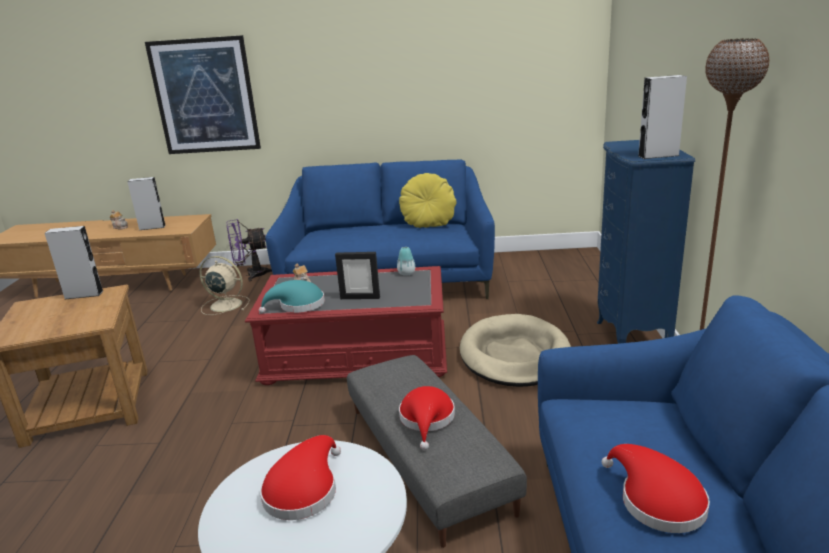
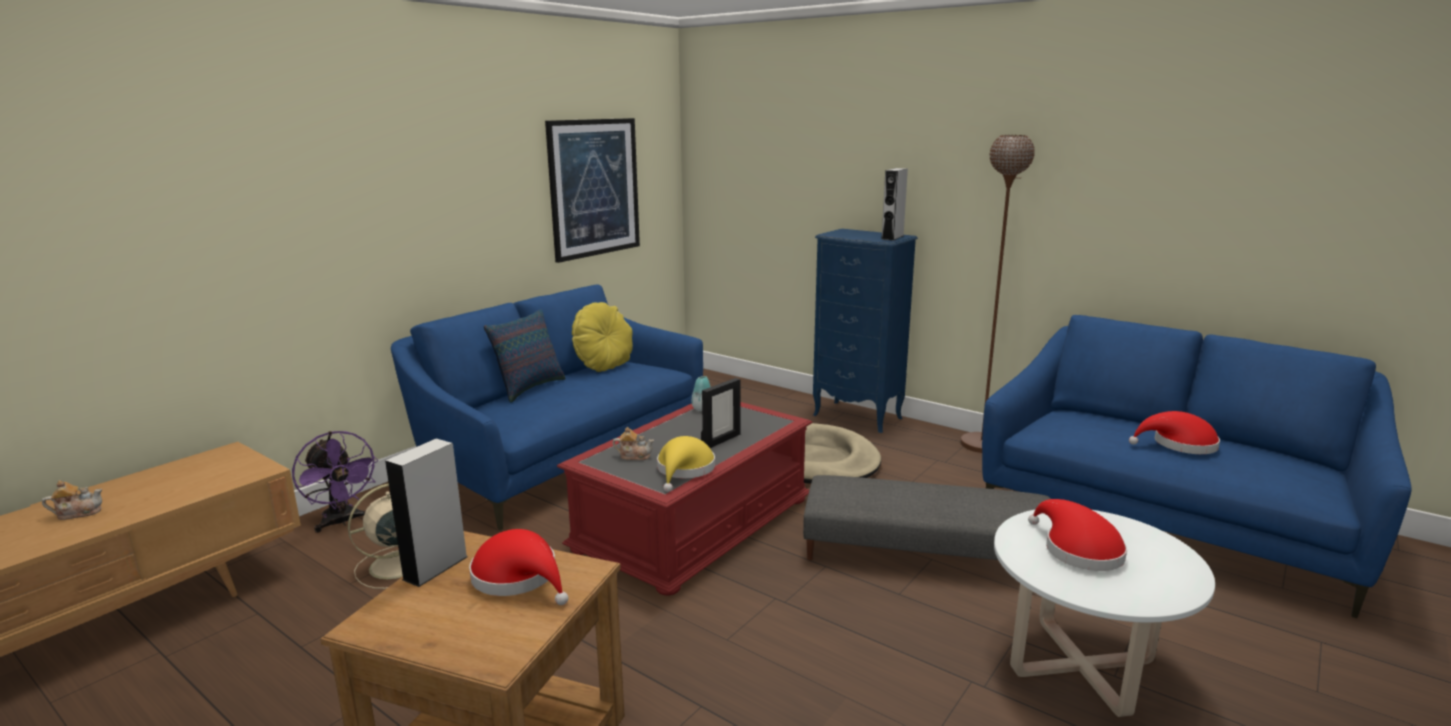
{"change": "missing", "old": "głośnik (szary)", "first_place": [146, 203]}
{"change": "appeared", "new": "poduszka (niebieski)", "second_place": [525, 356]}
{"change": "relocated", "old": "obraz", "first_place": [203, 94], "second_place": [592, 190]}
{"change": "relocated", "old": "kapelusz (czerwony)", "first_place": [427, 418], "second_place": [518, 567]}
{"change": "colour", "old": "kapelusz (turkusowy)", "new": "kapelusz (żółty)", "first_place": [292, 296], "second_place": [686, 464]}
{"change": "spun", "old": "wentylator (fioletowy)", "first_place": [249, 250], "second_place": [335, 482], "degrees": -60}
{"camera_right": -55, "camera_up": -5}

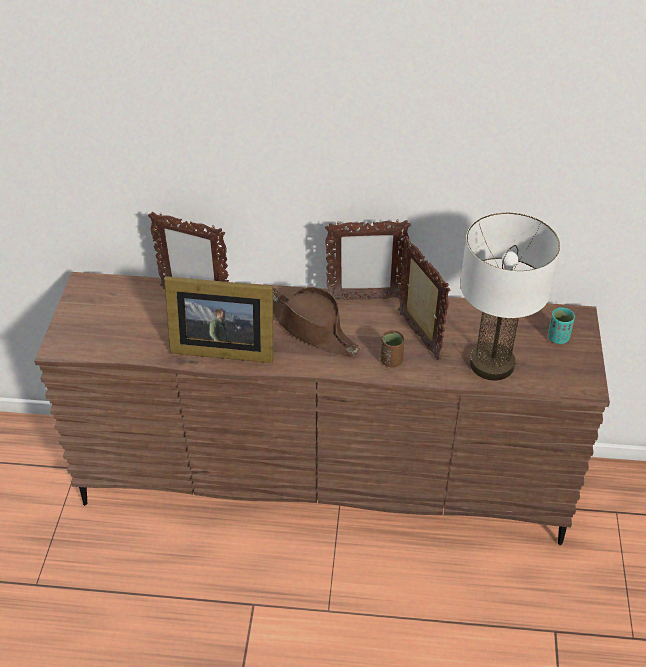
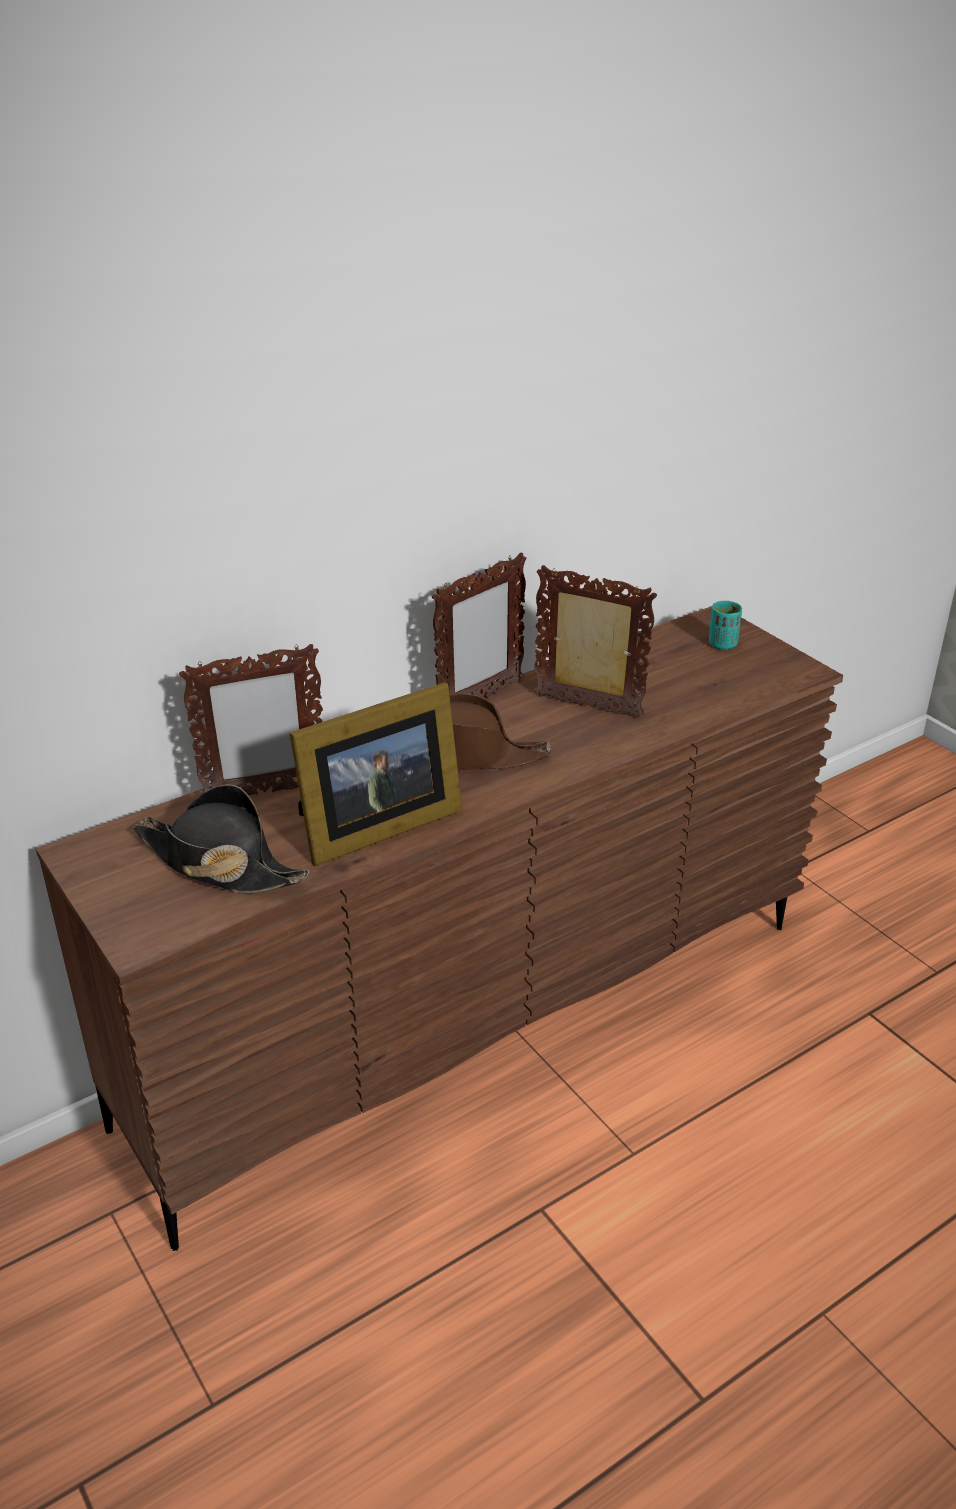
{"change": "missing", "old": "filiżanka (brązowy)", "first_place": [393, 348]}
{"change": "missing", "old": "lampa stołowa", "first_place": [510, 296]}
{"change": "appeared", "new": "kapelusz (czarny)", "second_place": [221, 838]}
{"camera_right": -40, "camera_up": -10}

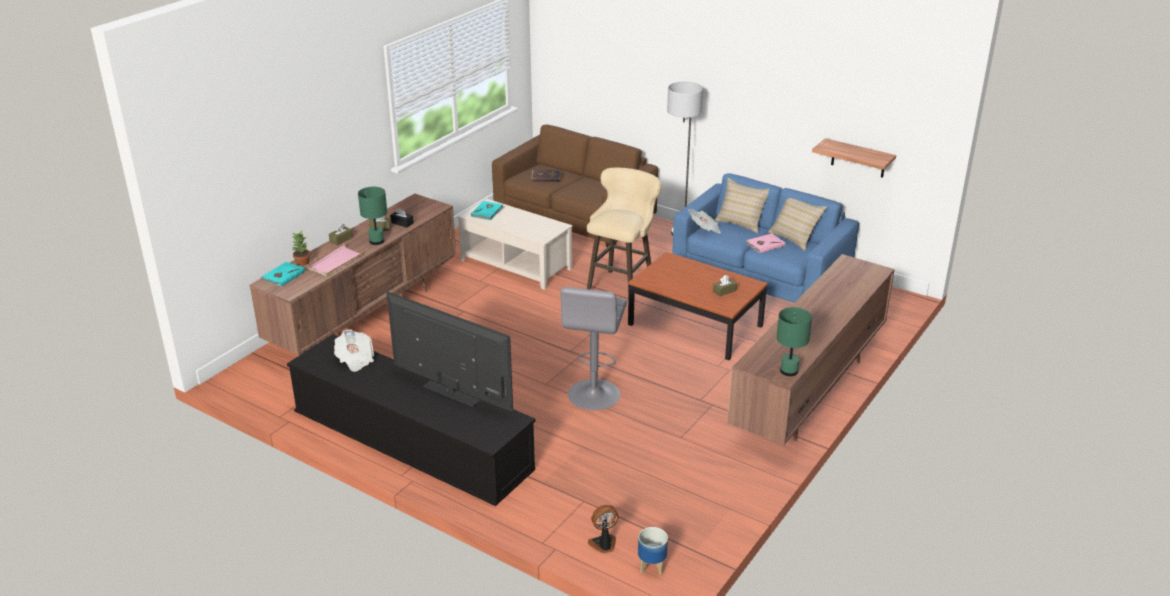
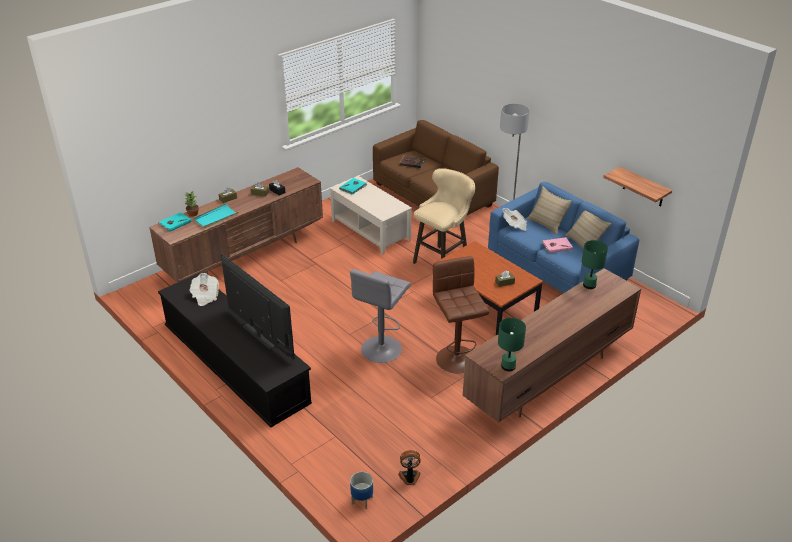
{"change": "appeared", "new": "stołek (brązowy)", "second_place": [461, 314]}
{"change": "relocated", "old": "lampa stołowa (zielony)", "first_place": [372, 216], "second_place": [595, 264]}
{"change": "relocated", "old": "wentylator", "first_place": [603, 529], "second_place": [409, 467]}
{"change": "colour", "old": "taca (różowy)", "new": "taca (turkusowy)", "first_place": [336, 260], "second_place": [216, 216]}
{"camera_right": 15, "camera_up": 5}

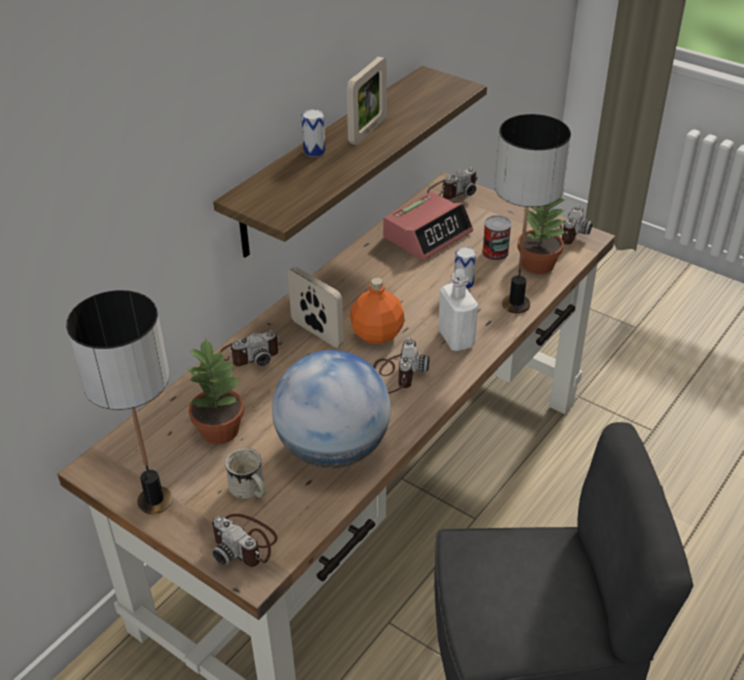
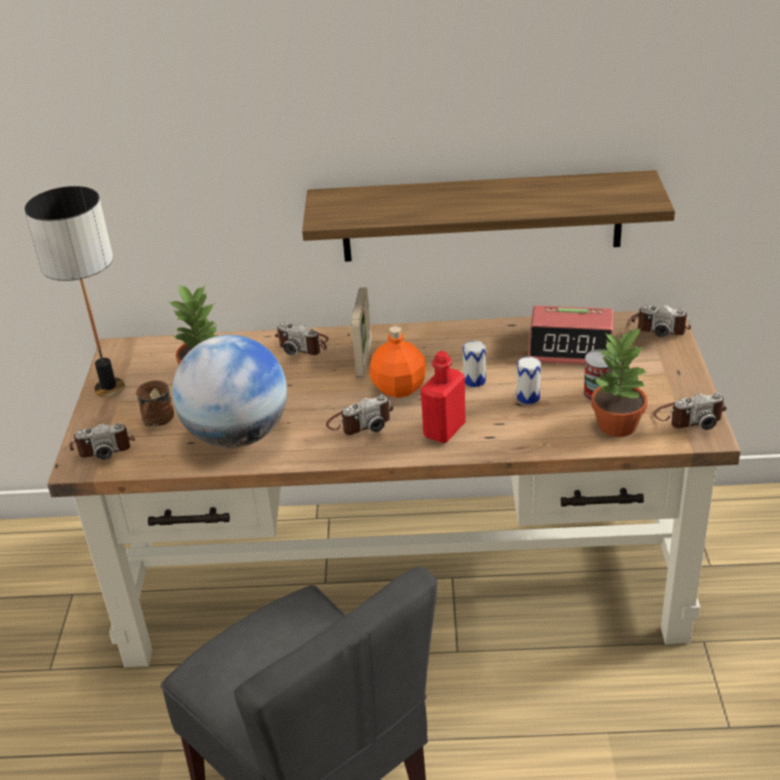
{"change": "missing", "old": "ramka na zdjęcie", "first_place": [367, 101]}
{"change": "missing", "old": "lampa stołowa", "first_place": [533, 213]}
{"change": "relocated", "old": "puszka", "first_place": [313, 133], "second_place": [474, 363]}
{"change": "colour", "old": "kubek (biały)", "new": "kubek (brązowy)", "first_place": [245, 473], "second_place": [155, 404]}
{"change": "colour", "old": "butelka (biały)", "new": "butelka (czerwony)", "first_place": [458, 310], "second_place": [443, 397]}
{"change": "spun", "old": "aparat fotograficzny", "first_place": [245, 540], "second_place": [102, 441], "degrees": -105}
{"camera_right": 55, "camera_up": -5}

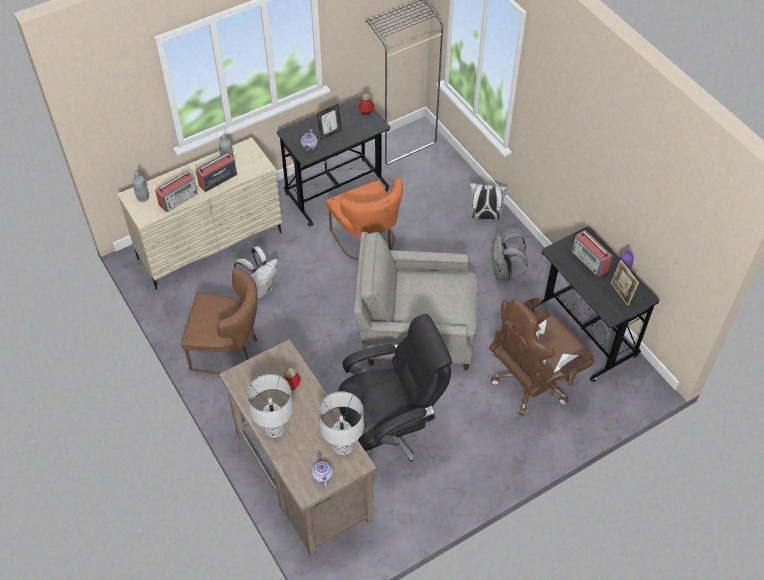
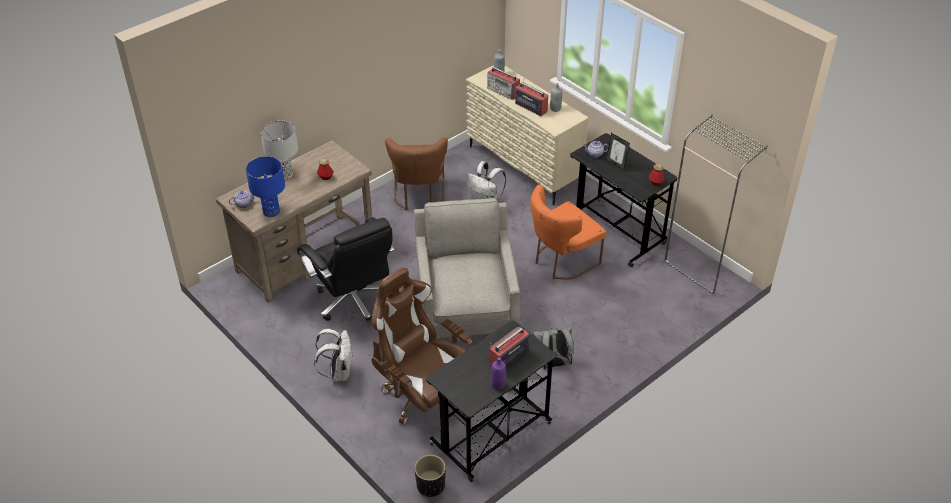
{"change": "missing", "old": "ramka na zdjęcie", "first_place": [625, 283]}
{"change": "appeared", "new": "donica (czarny)", "second_place": [430, 476]}
{"change": "relocated", "old": "plecak (biały)", "first_place": [489, 201], "second_place": [333, 355]}
{"change": "colour", "old": "lampa stołowa (biały)", "new": "lampa stołowa (niebieski)", "first_place": [341, 423], "second_place": [265, 186]}
{"camera_right": 80, "camera_up": -10}

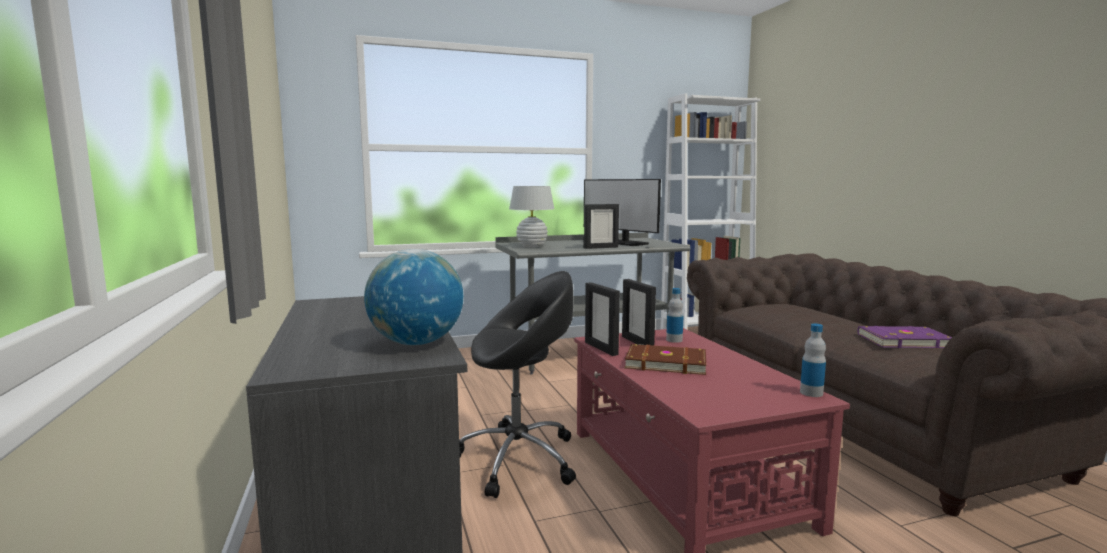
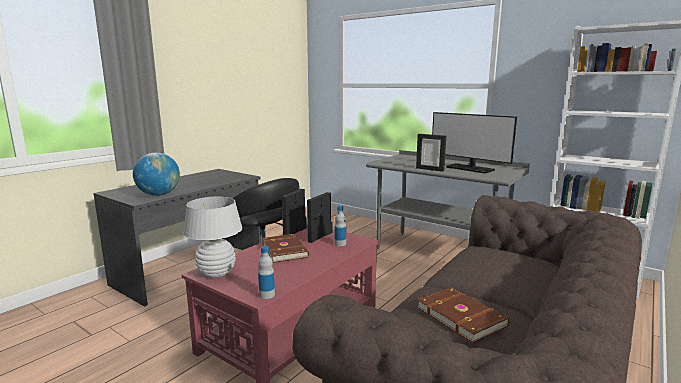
{"change": "relocated", "old": "lampa stołowa (biały)", "first_place": [531, 216], "second_place": [213, 237]}
{"change": "colour", "old": "książka (fioletowy)", "new": "książka (brązowy)", "first_place": [905, 337], "second_place": [463, 315]}
{"change": "spun", "old": "monitor", "first_place": [622, 212], "second_place": [474, 143], "degrees": -60}
{"camera_right": 55, "camera_up": 5}

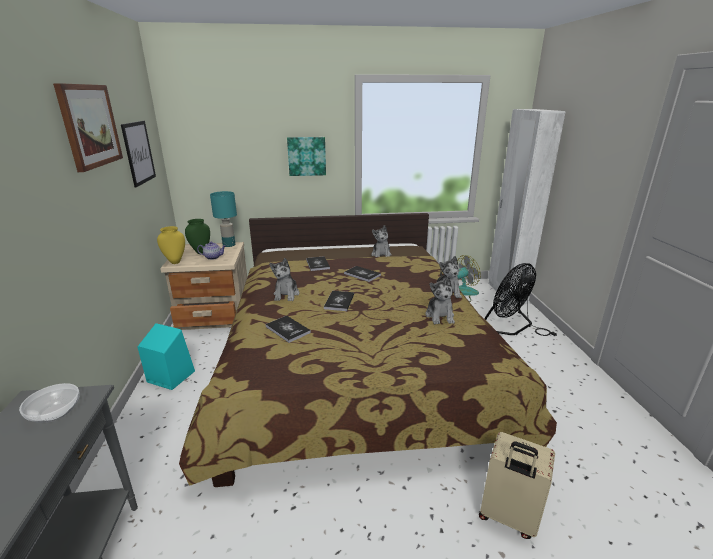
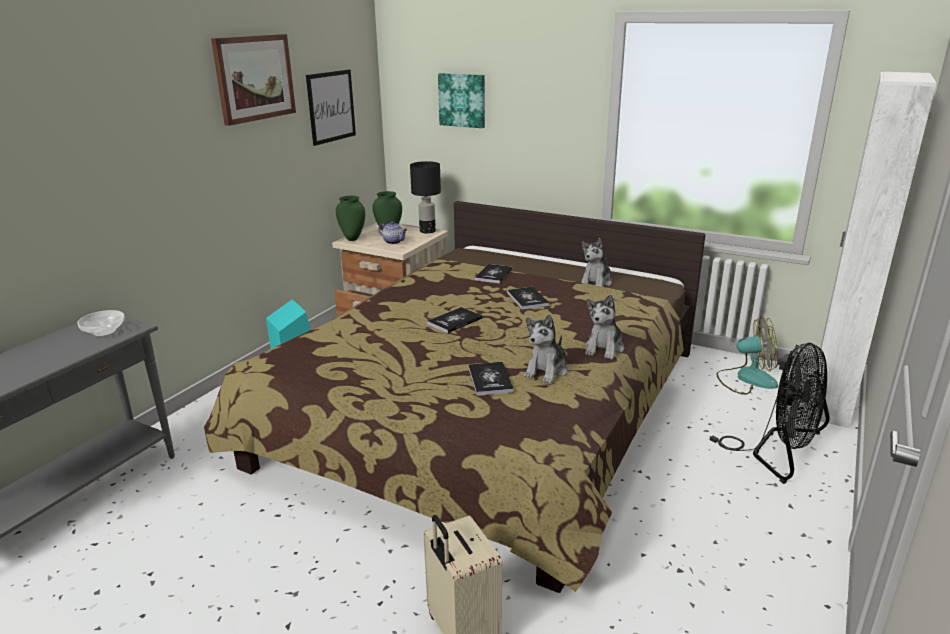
{"change": "missing", "old": "pluszak", "first_place": [284, 279]}
{"change": "relocated", "old": "książka", "first_place": [288, 329], "second_place": [491, 379]}
{"change": "relocated", "old": "obraz", "first_place": [306, 156], "second_place": [461, 100]}
{"change": "colour", "old": "wazon (żółty)", "new": "wazon (zielony)", "first_place": [171, 245], "second_place": [350, 218]}
{"change": "colour", "old": "lampa stołowa (turkusowy)", "new": "lampa stołowa (czarny)", "first_place": [223, 219], "second_place": [425, 197]}
{"change": "spun", "old": "wentylator (czarny)", "first_place": [520, 299], "second_place": [769, 413], "degrees": 135}
{"camera_right": 35, "camera_up": 0}

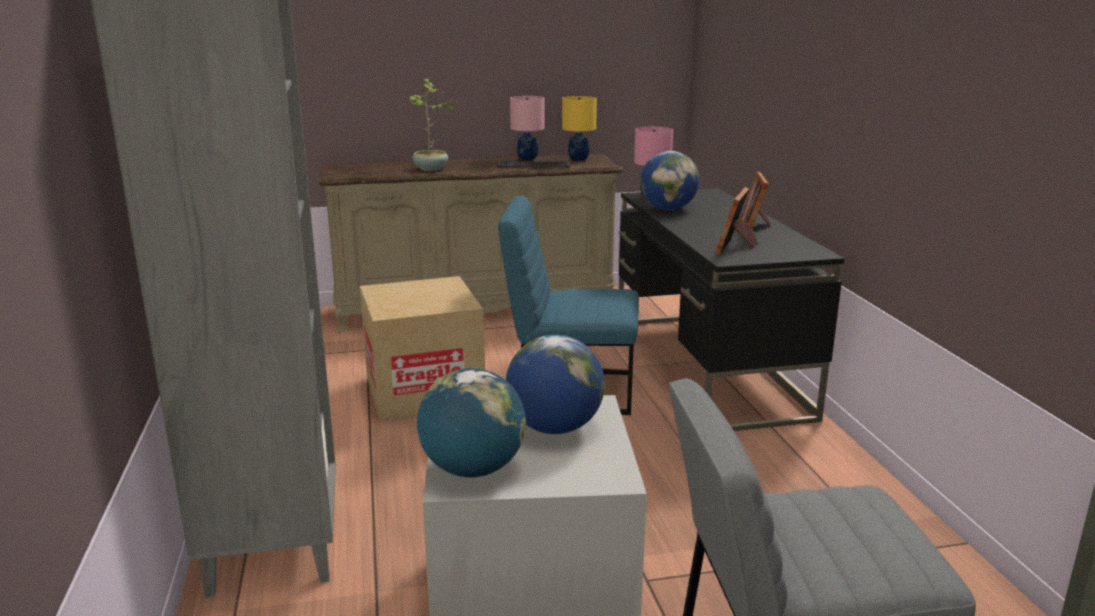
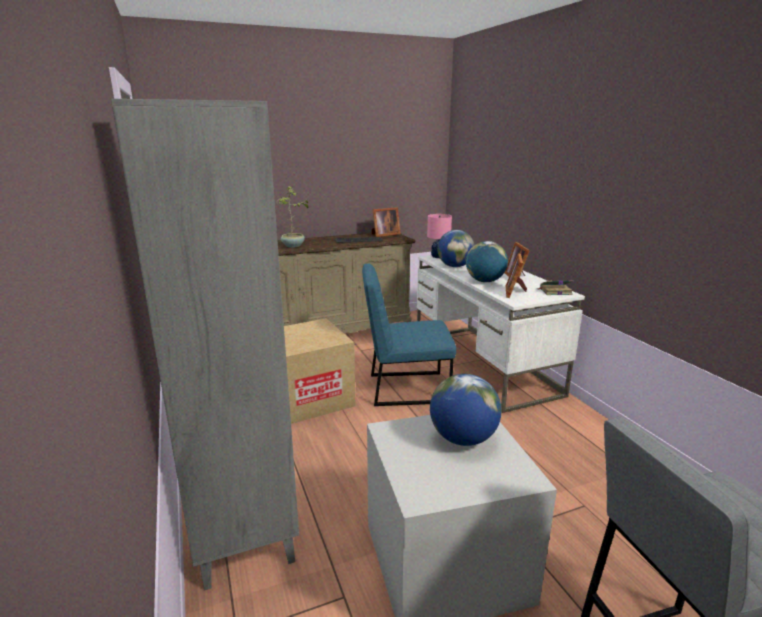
{"change": "missing", "old": "lampa stołowa (różowy)", "first_place": [527, 128]}
{"change": "appeared", "new": "książka", "second_place": [555, 287]}
{"change": "relocated", "old": "globus", "first_place": [471, 422], "second_place": [487, 261]}
{"change": "exchanged", "old": "lampa stołowa (żółty)", "new": "ramka na zdjęcie", "first_place": [579, 128], "second_place": [386, 222]}
{"change": "colour", "old": "biurko (czarny)", "new": "biurko (biały)", "first_place": [731, 309], "second_place": [501, 334]}
{"camera_right": -10, "camera_up": 0}

